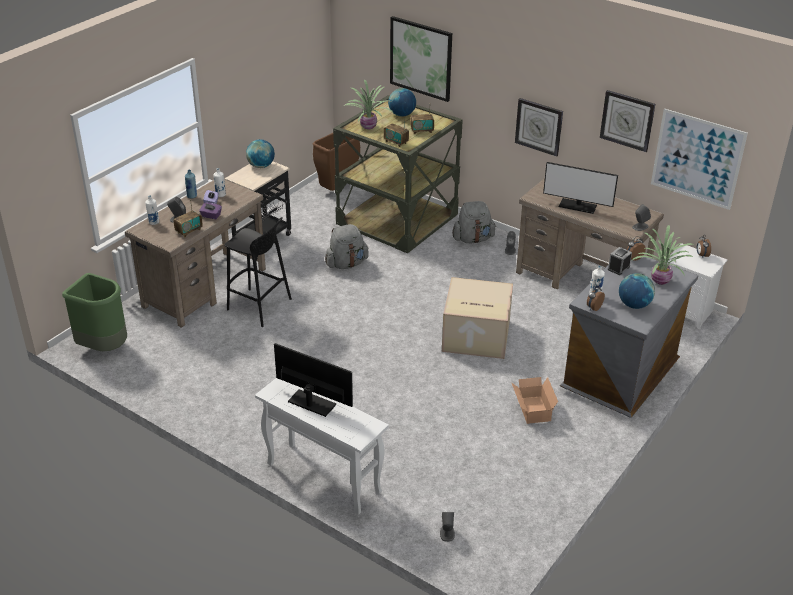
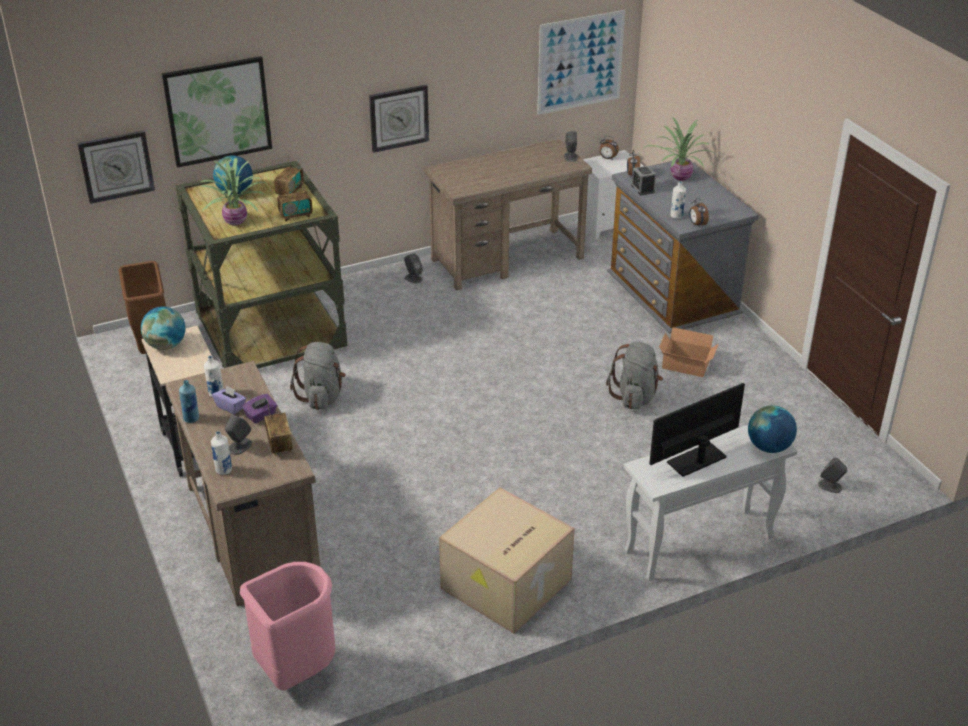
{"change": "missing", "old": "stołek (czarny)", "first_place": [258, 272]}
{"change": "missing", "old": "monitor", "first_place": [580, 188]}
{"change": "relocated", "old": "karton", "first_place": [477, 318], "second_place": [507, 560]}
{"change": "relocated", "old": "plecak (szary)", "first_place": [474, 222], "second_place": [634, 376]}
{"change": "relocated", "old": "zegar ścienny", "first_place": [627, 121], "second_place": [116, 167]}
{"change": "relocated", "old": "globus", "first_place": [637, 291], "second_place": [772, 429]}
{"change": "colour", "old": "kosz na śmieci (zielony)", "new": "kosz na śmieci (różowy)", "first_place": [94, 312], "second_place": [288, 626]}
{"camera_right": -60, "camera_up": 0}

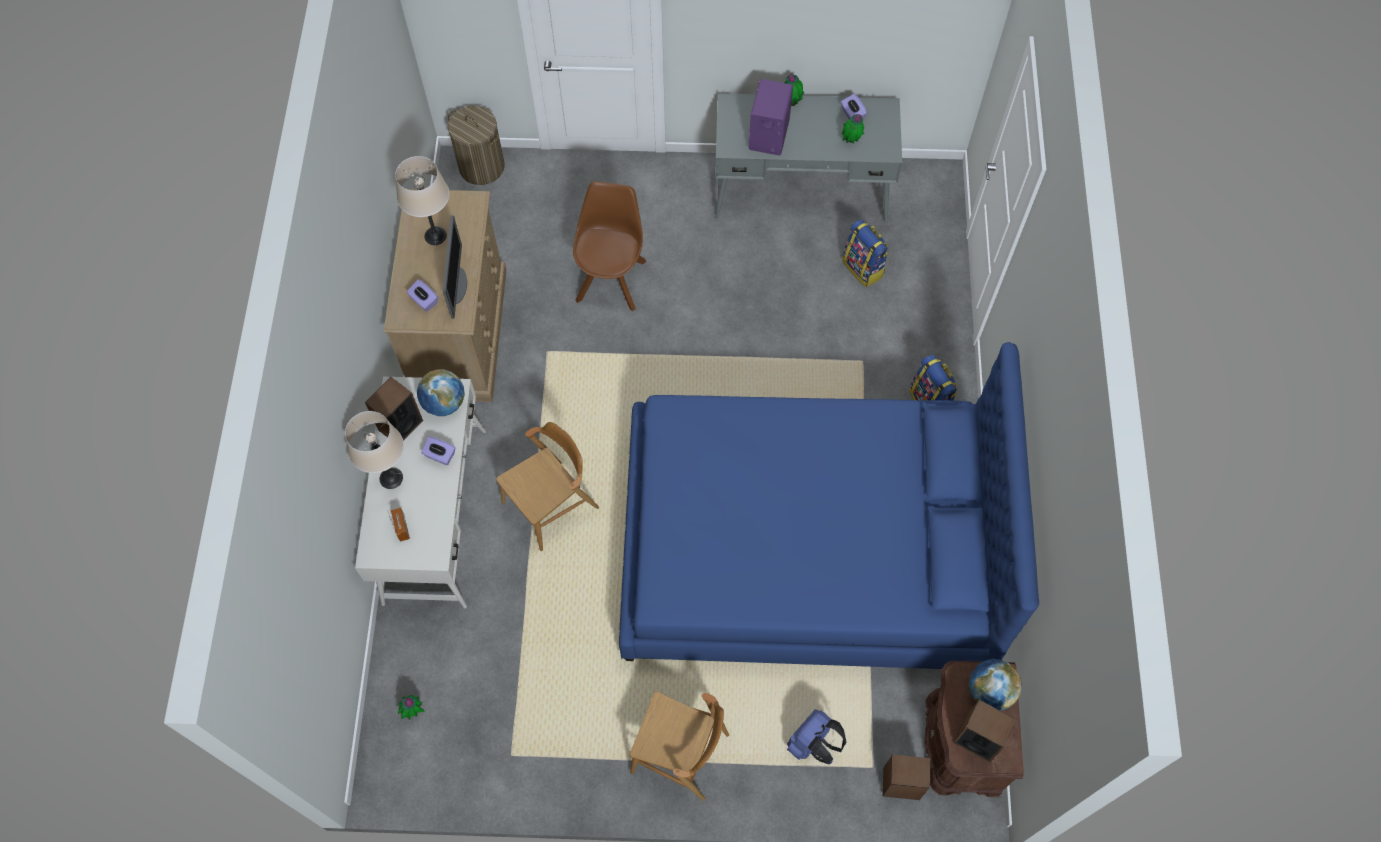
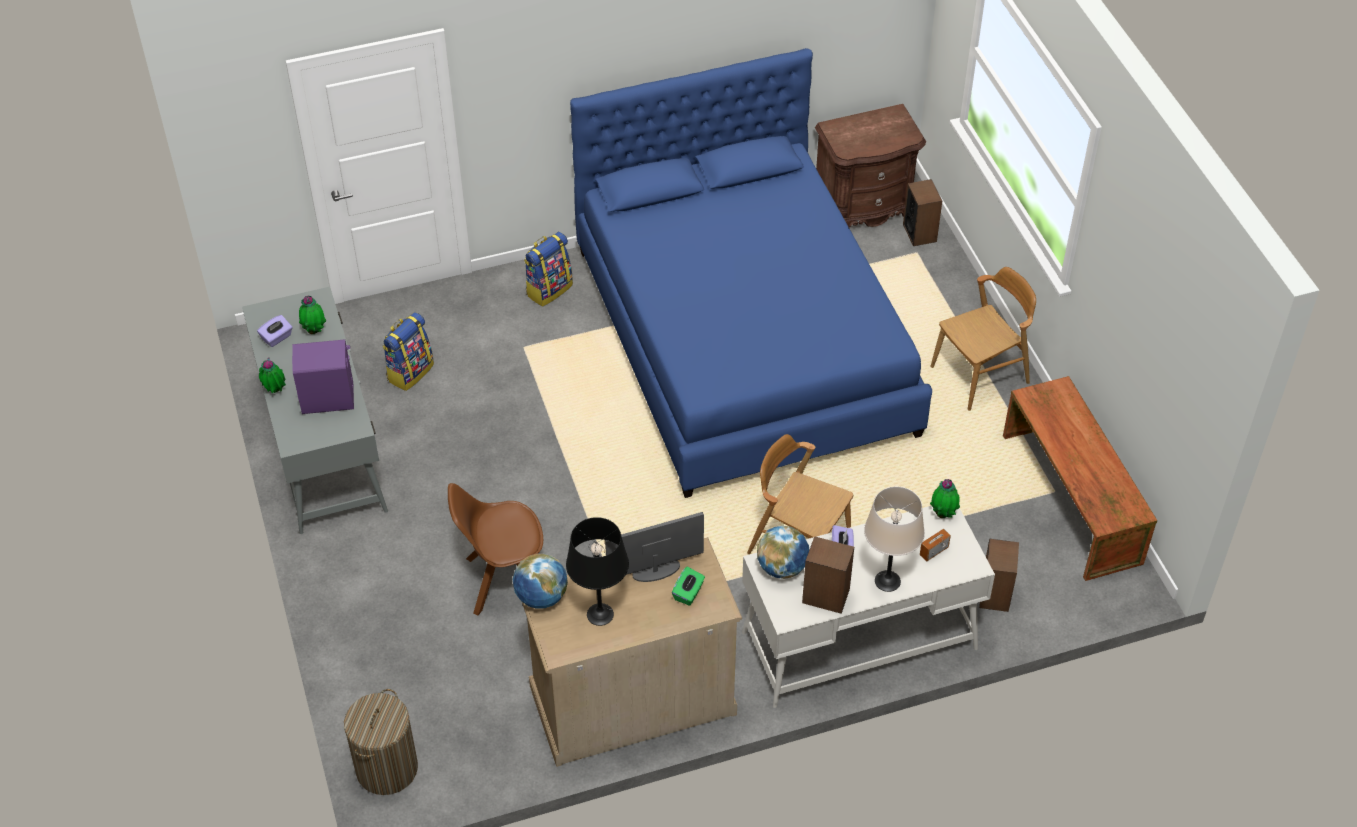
{"change": "missing", "old": "plecak (niebieski)", "first_place": [816, 736]}
{"change": "appeared", "new": "ławka (brązowy)", "second_place": [1080, 478]}
{"change": "relocated", "old": "roślina doniczkowa", "first_place": [411, 707], "second_place": [945, 498]}
{"change": "relocated", "old": "głośnik", "first_place": [985, 731], "second_place": [999, 575]}
{"change": "relocated", "old": "globus", "first_place": [995, 685], "second_place": [540, 581]}
{"change": "colour", "old": "lampa stołowa (beżowy)", "new": "lampa stołowa (czarny)", "first_place": [422, 200], "second_place": [597, 571]}
{"change": "colour", "old": "pudełko chusteczek (fioletowy)", "new": "pudełko chusteczek (zielony)", "first_place": [422, 295], "second_place": [688, 586]}
{"change": "spun", "old": "krzesło (brązowy)", "first_place": [679, 746], "second_place": [983, 339], "degrees": 60}
{"camera_right": -110, "camera_up": -15}

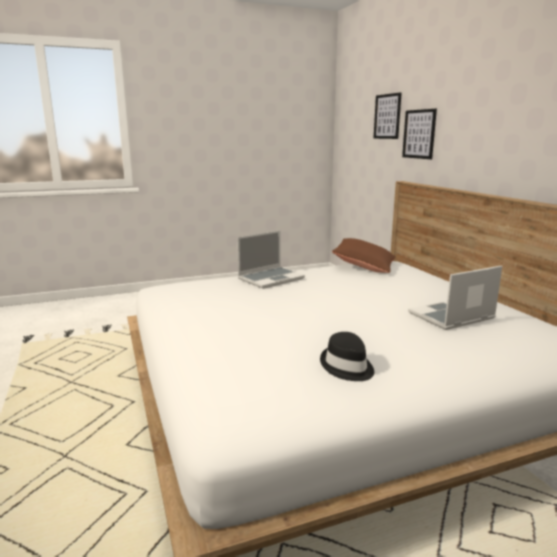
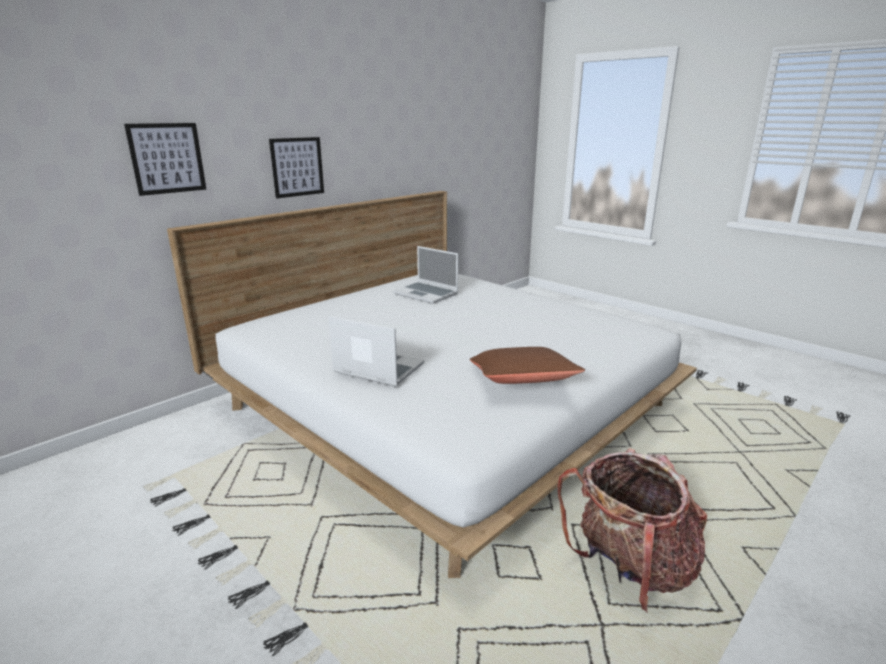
{"change": "missing", "old": "kapelusz (czarny)", "first_place": [347, 356]}
{"change": "appeared", "new": "plecak", "second_place": [632, 530]}
{"change": "relocated", "old": "poduszka (brązowy)", "first_place": [363, 255], "second_place": [527, 365]}
{"change": "relocated", "old": "obraz", "first_place": [387, 115], "second_place": [296, 167]}
{"camera_right": -115, "camera_up": 5}

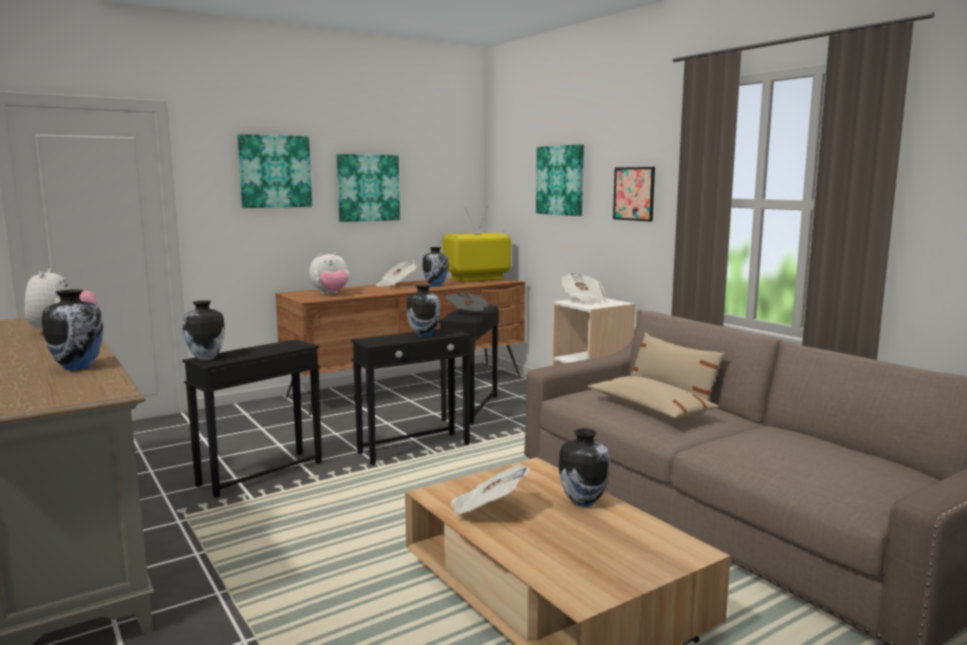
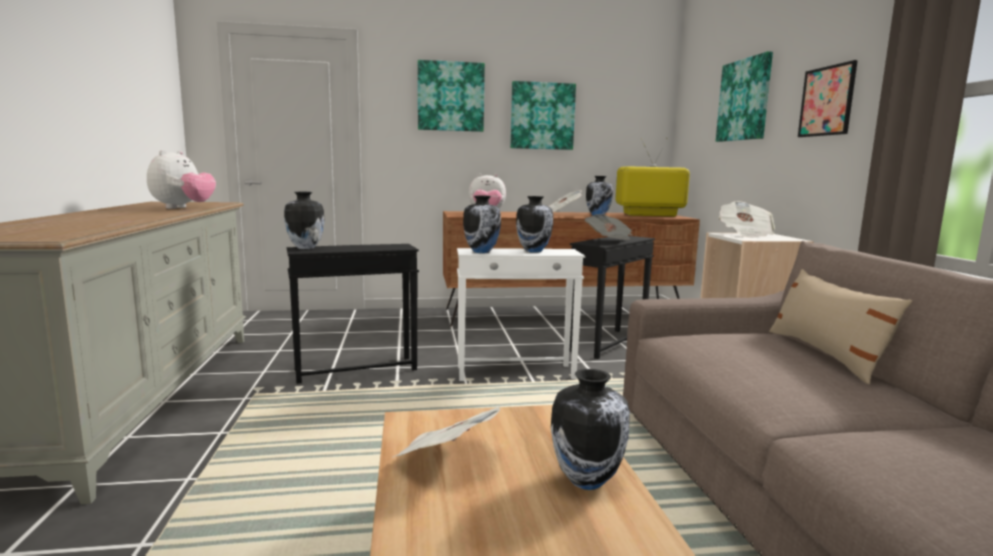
{"change": "missing", "old": "poduszka (beżowy)", "first_place": [653, 397]}
{"change": "relocated", "old": "wazon", "first_place": [72, 329], "second_place": [482, 224]}
{"change": "colour", "old": "stolik (czarny)", "new": "stolik (biały)", "first_place": [411, 396], "second_place": [521, 314]}
{"camera_right": 25, "camera_up": 0}

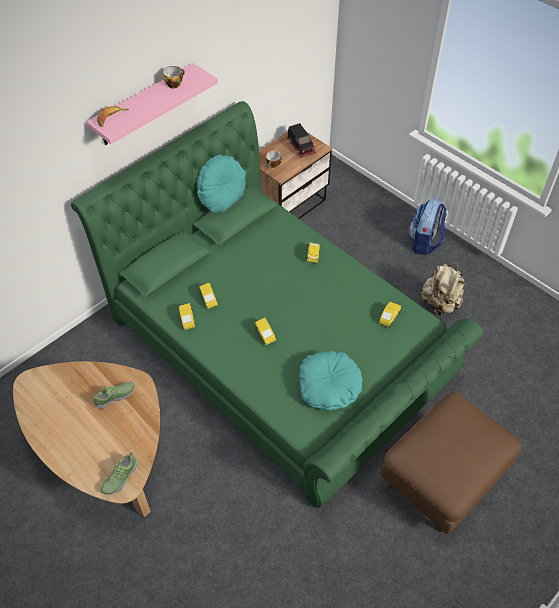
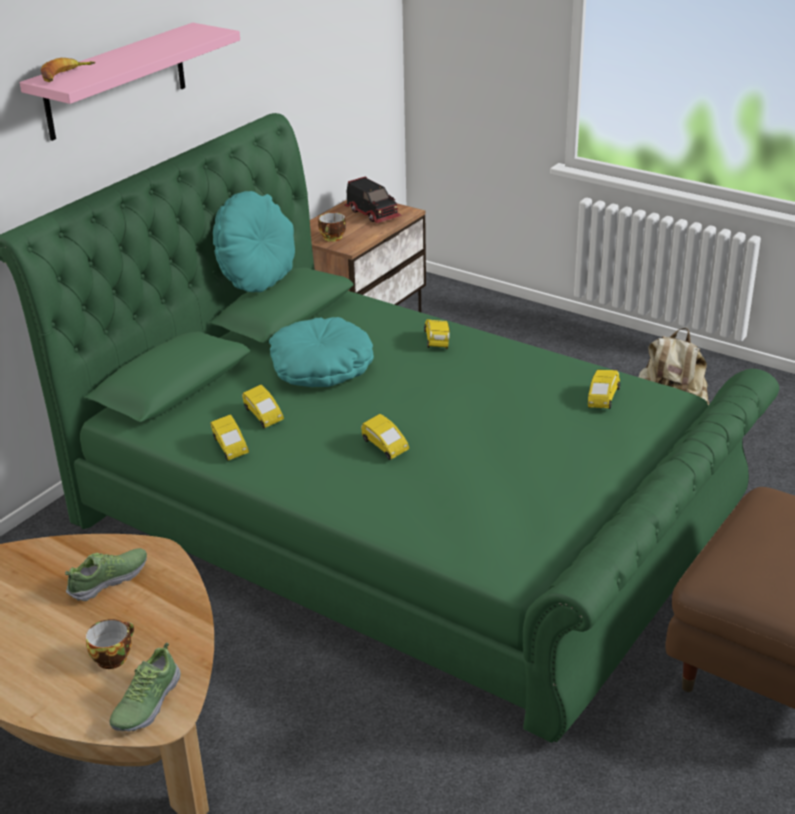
{"change": "missing", "old": "plecak", "first_place": [428, 226]}
{"change": "relocated", "old": "filiżanka", "first_place": [174, 77], "second_place": [110, 644]}
{"change": "relocated", "old": "poduszka (turkusowy)", "first_place": [331, 381], "second_place": [321, 352]}
{"camera_right": -10, "camera_up": -20}

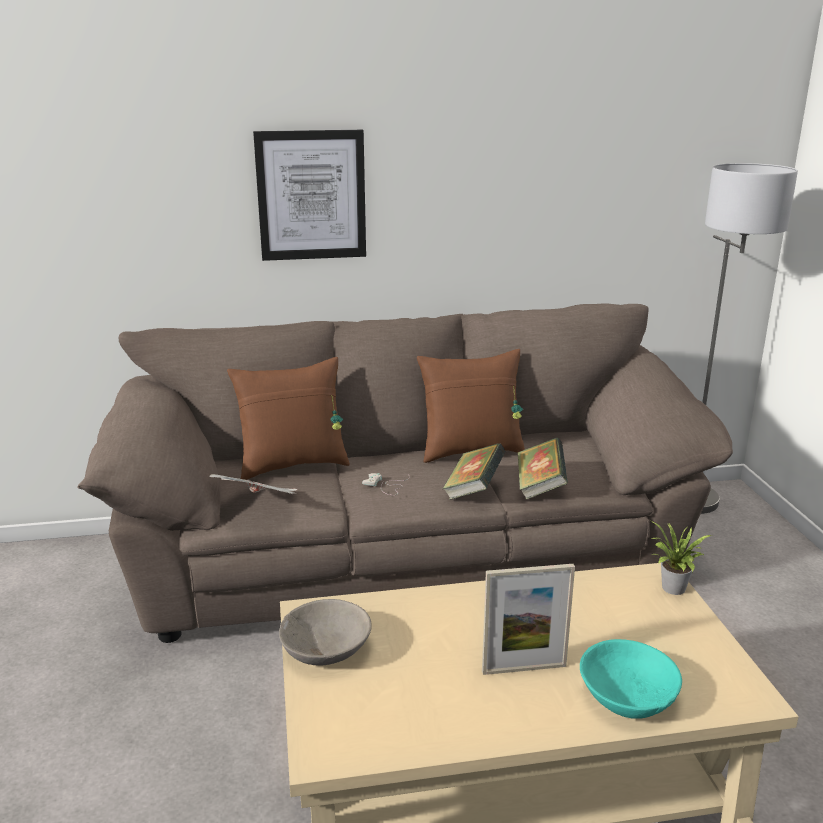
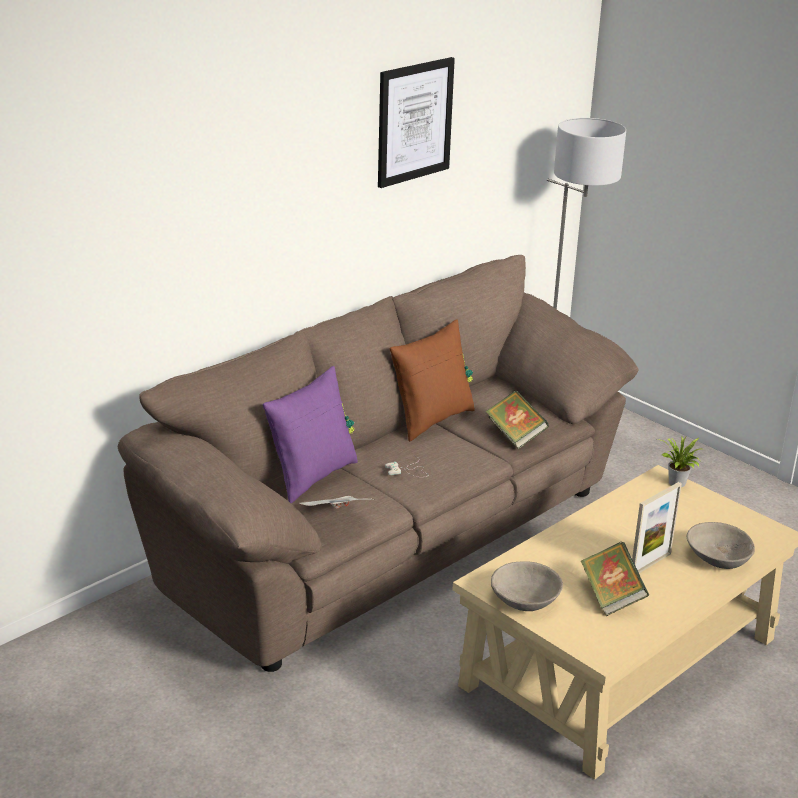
{"change": "relocated", "old": "obraz", "first_place": [309, 195], "second_place": [416, 122]}
{"change": "relocated", "old": "książka", "first_place": [474, 471], "second_place": [614, 579]}
{"change": "colour", "old": "poduszka (brązowy)", "new": "poduszka (fioletowy)", "first_place": [288, 418], "second_place": [310, 434]}
{"change": "colour", "old": "miska (turkusowy)", "new": "miska (szary)", "first_place": [631, 679], "second_place": [720, 545]}
{"camera_right": -35, "camera_up": 5}

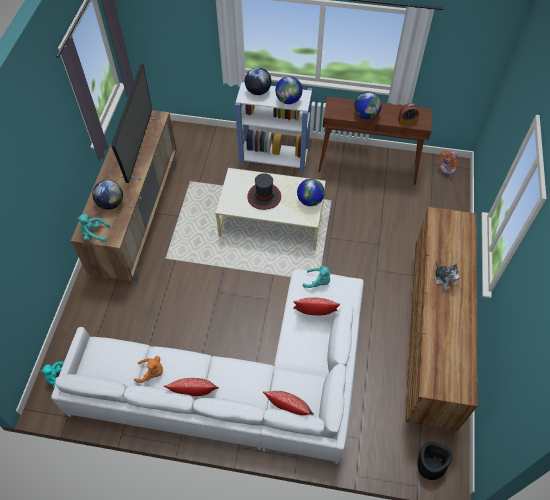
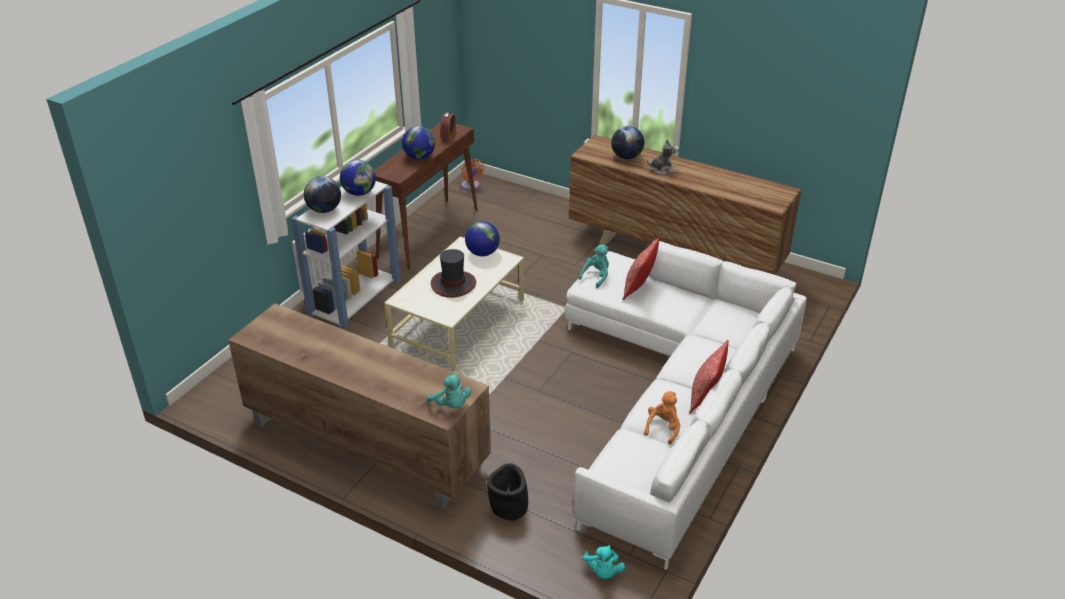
{"change": "missing", "old": "telewizor", "first_place": [135, 123]}
{"change": "missing", "old": "poduszka", "first_place": [288, 403]}
{"change": "relocated", "old": "globus", "first_place": [107, 195], "second_place": [627, 142]}
{"change": "relocated", "old": "donica (czarny)", "first_place": [434, 461], "second_place": [507, 491]}
{"change": "spun", "old": "pluszak (turkusowy)", "first_place": [93, 228], "second_place": [449, 390], "degrees": -60}
{"camera_right": -70, "camera_up": -20}

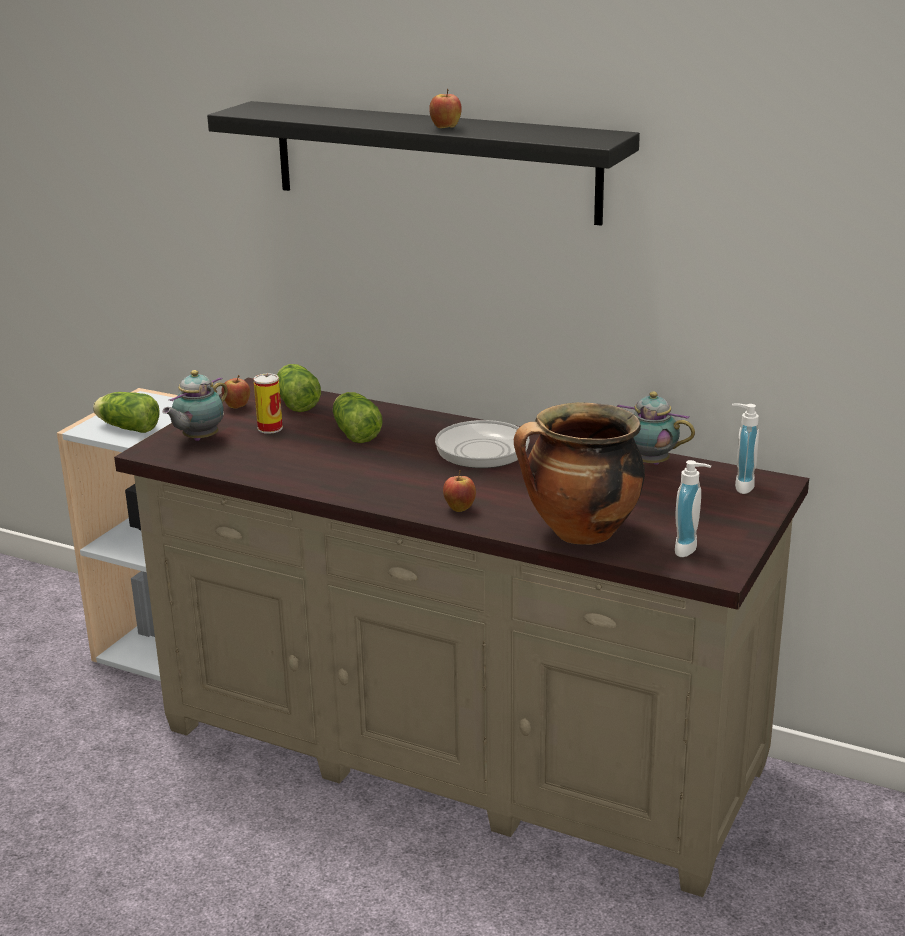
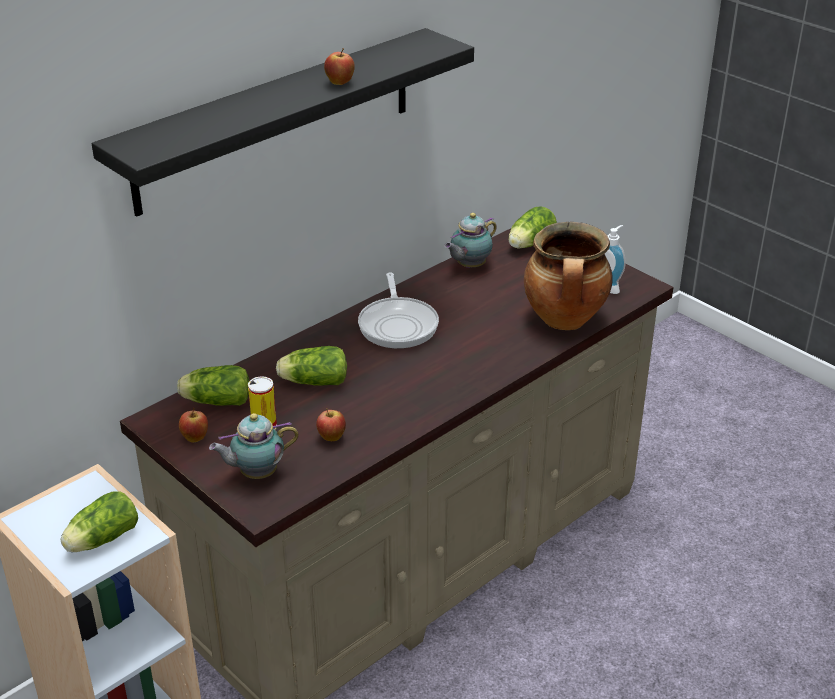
{"change": "relocated", "old": "jabłko", "first_place": [459, 491], "second_place": [331, 424]}
{"change": "exchanged", "old": "dozownik mydła", "new": "sałata", "first_place": [745, 448], "second_place": [532, 228]}
{"change": "spun", "old": "imbryk", "first_place": [195, 405], "second_place": [254, 446], "degrees": 105}
{"camera_right": -70, "camera_up": 10}

